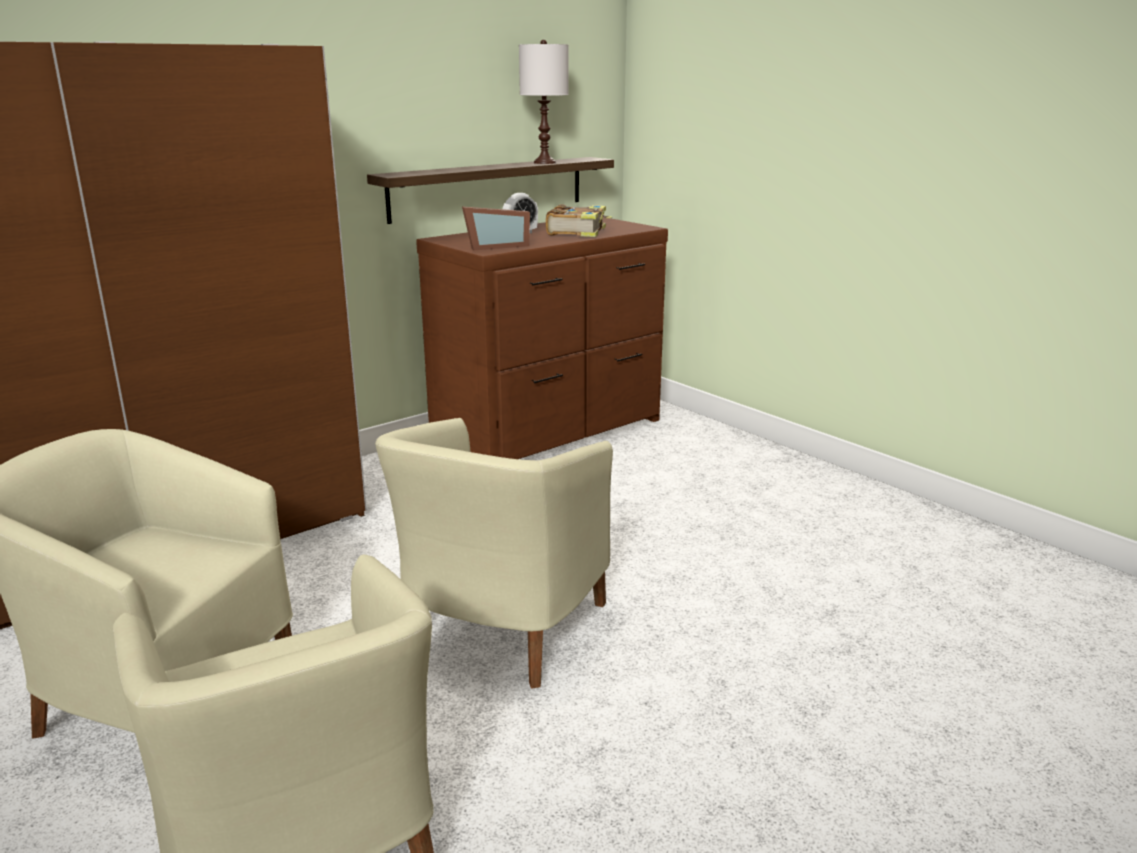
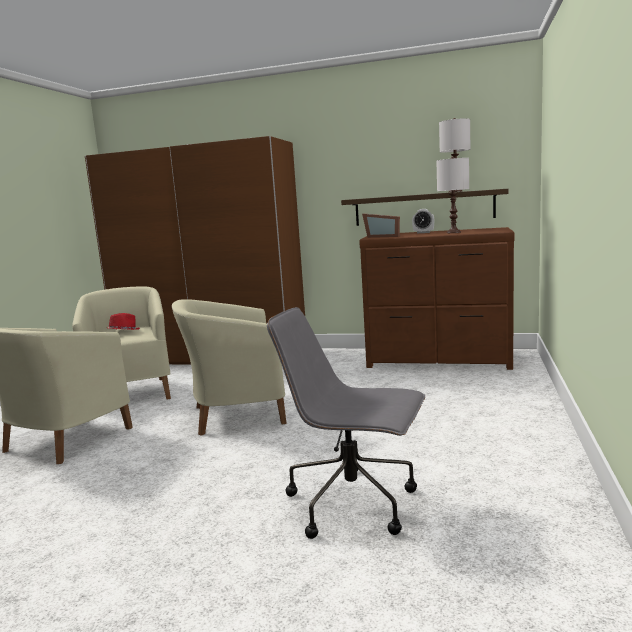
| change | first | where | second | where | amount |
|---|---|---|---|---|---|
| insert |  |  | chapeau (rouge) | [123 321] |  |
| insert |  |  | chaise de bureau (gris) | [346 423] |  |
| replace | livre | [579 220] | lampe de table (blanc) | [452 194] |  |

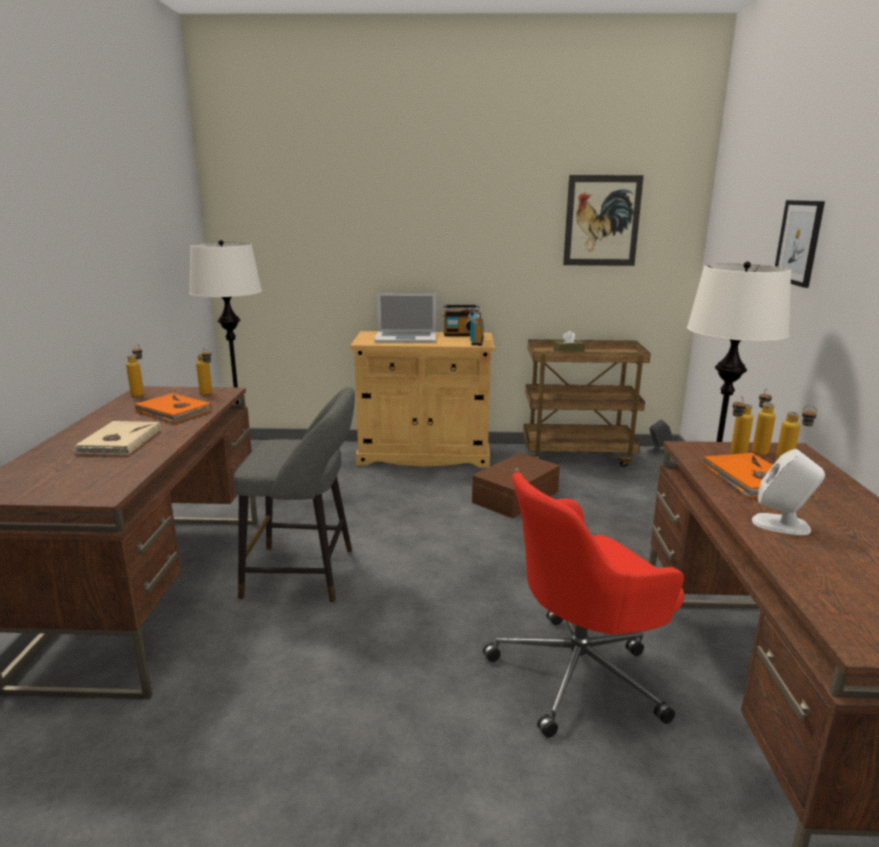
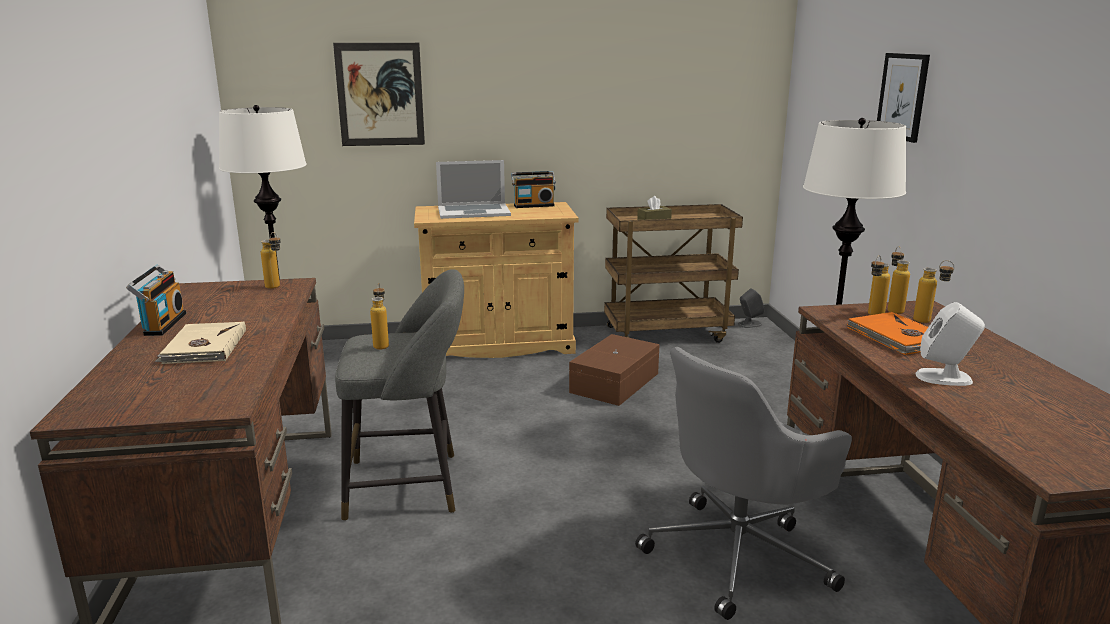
| change | first | where | second | where | amount |
|---|---|---|---|---|---|
| delete | livre (orange) | [173 408] |  |  |  |
| move | bouteille | [135 370] |  | [379 316] |  |
| move | radio | [476 327] |  | [156 300] |  |
| move | tableau | [603 220] |  | [379 94] |  |
| recolor | chaise de bureau (rouge) | [583 605] | chaise de bureau (gris) | [743 483] |  |

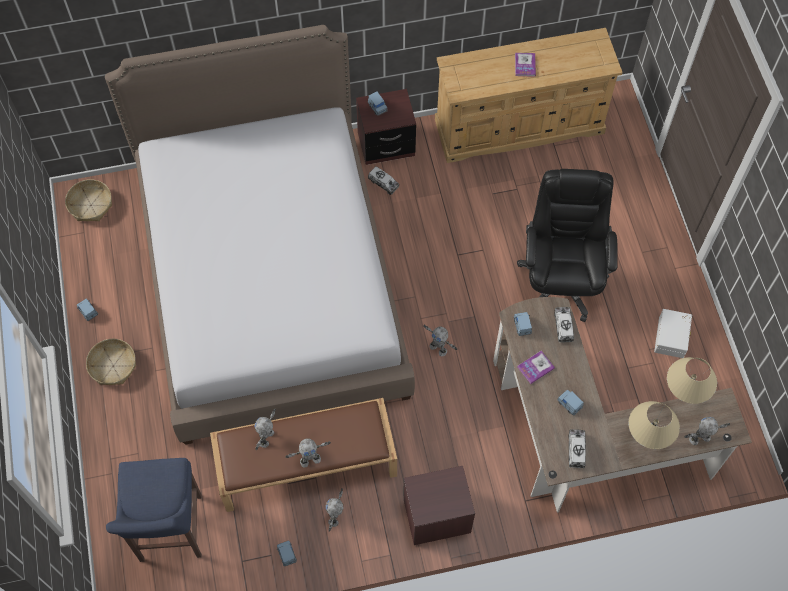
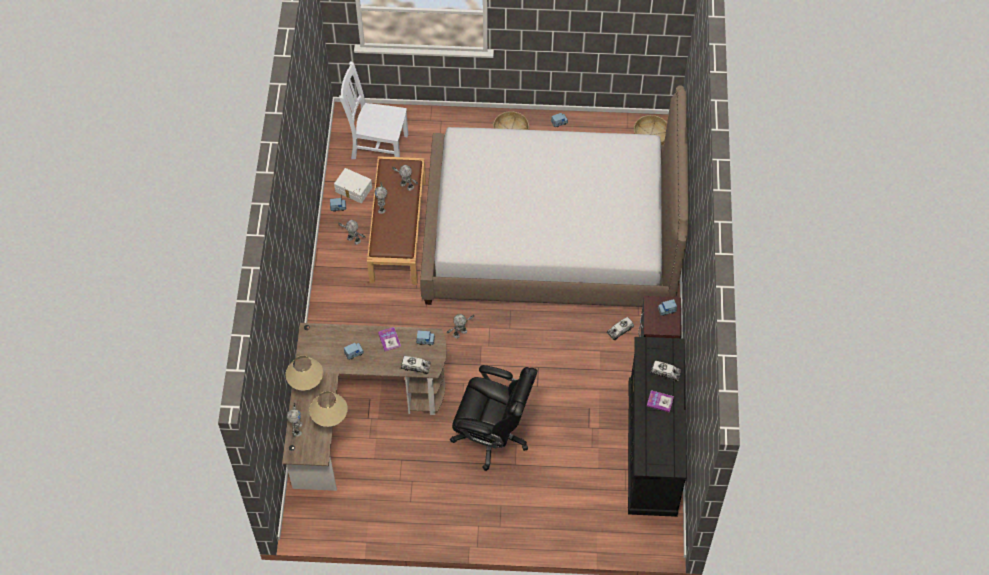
| change | first | where | second | where | amount |
|---|---|---|---|---|---|
| delete | table de chevet (marron) | [439 505] |  |  |  |
| move | camion jouet | [577 448] |  | [666 371] |  |
| move | boîte de rangement (blanc) | [673 333] |  | [353 185] |  |
| replace | tabouret (bleu) | [154 510] | chaise (blanc) | [373 110] |  |
| recolor | commode (beige) | [529 95] | commode (noir) | [657 427] |  |

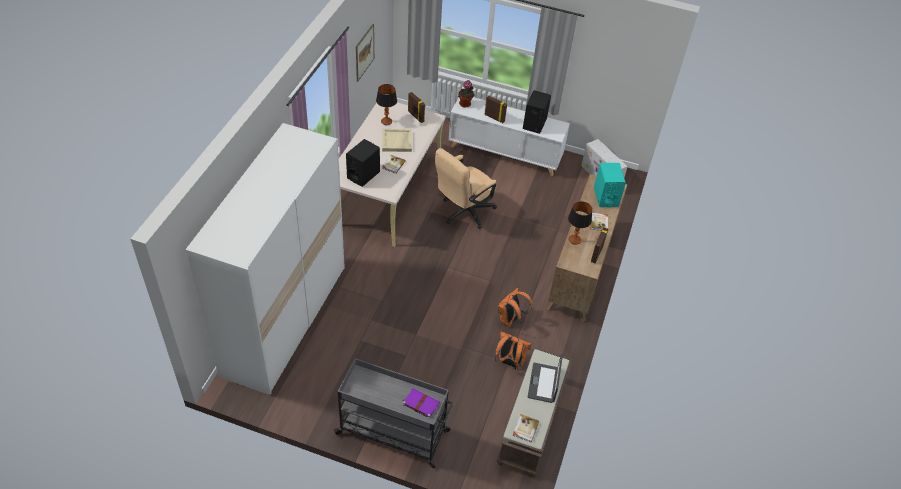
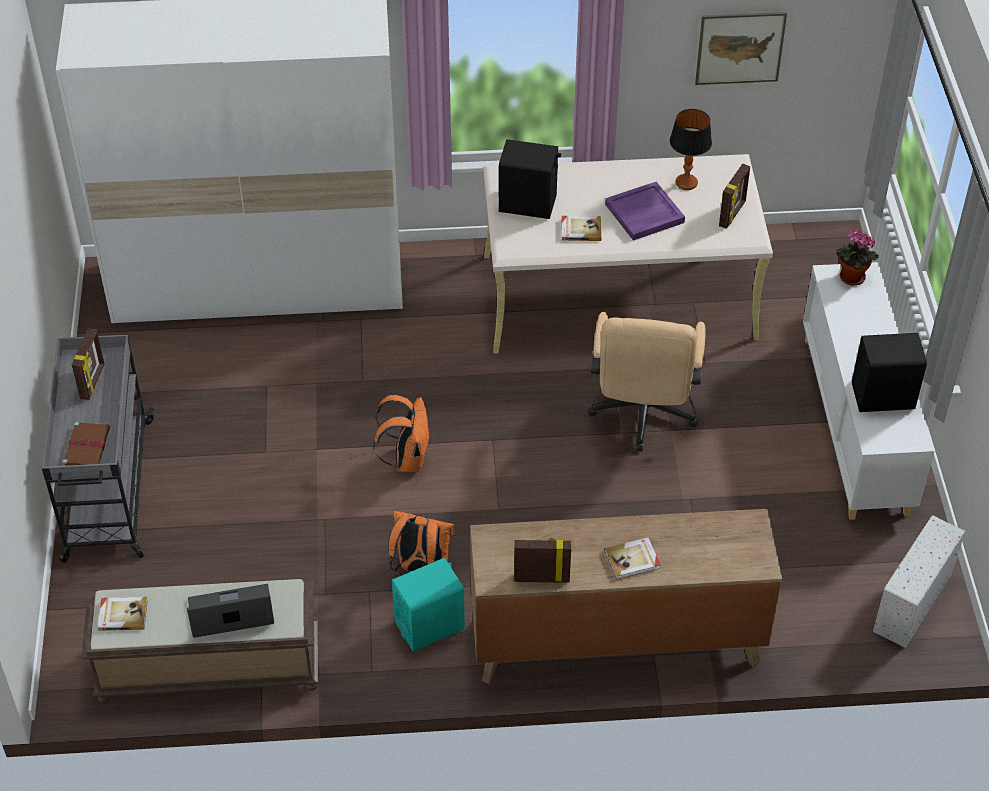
| change | first | where | second | where | amount |
|---|---|---|---|---|---|
| delete | lampe de table | [580 223] |  |  |  |
| move | cadre photo | [495 109] |  | [88 364] |  |
| move | sac à dos (orange) | [513 351] |  | [401 433] |  |
| move | enceinte (turquoise) | [610 185] |  | [428 604] |  |
| recolor | plateau (beige) | [397 140] | plateau (violet) | [645 211] |  |
| recolor | livre (violet) | [421 403] | livre (marron) | [86 444] |  |
| rotate | chaise de bureau (beige) | [466 188] |  | [647 381] | 105 degrees counterclockwise |

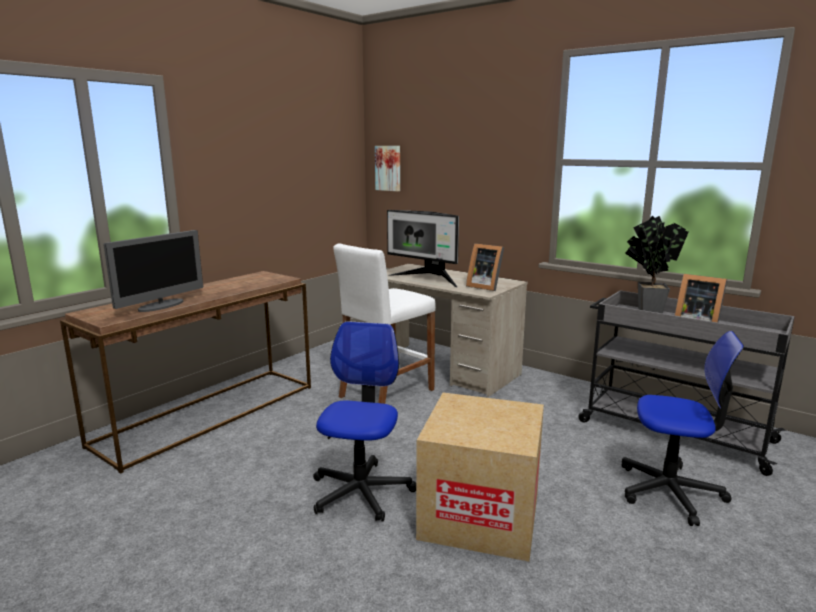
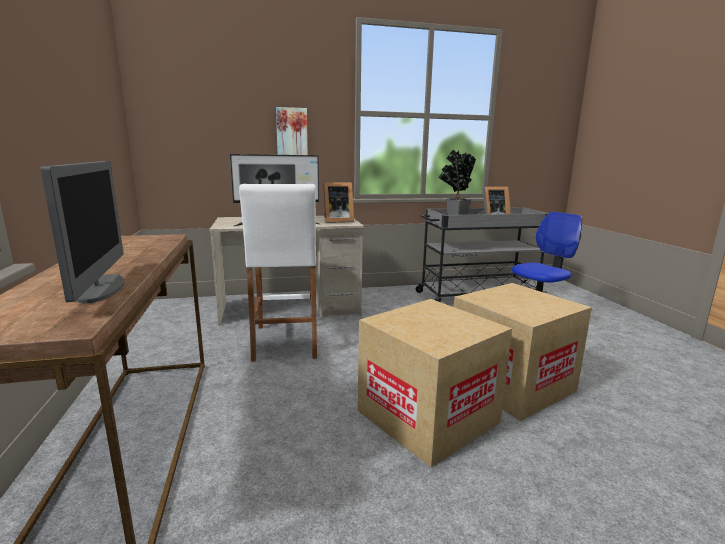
| change | first | where | second | where | amount |
|---|---|---|---|---|---|
| move | tableau | [387 168] |  | [292 131] |  |
| replace | chaise de bureau | [364 421] | carton | [435 383] |  |

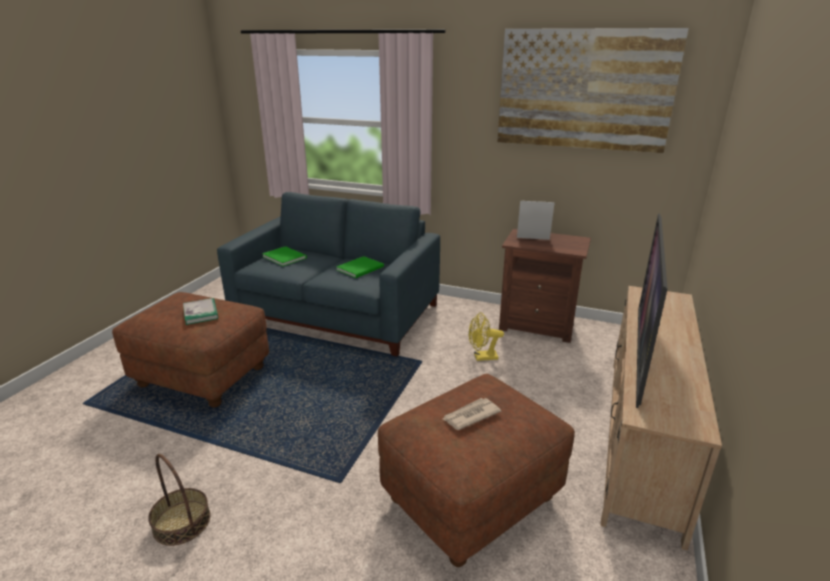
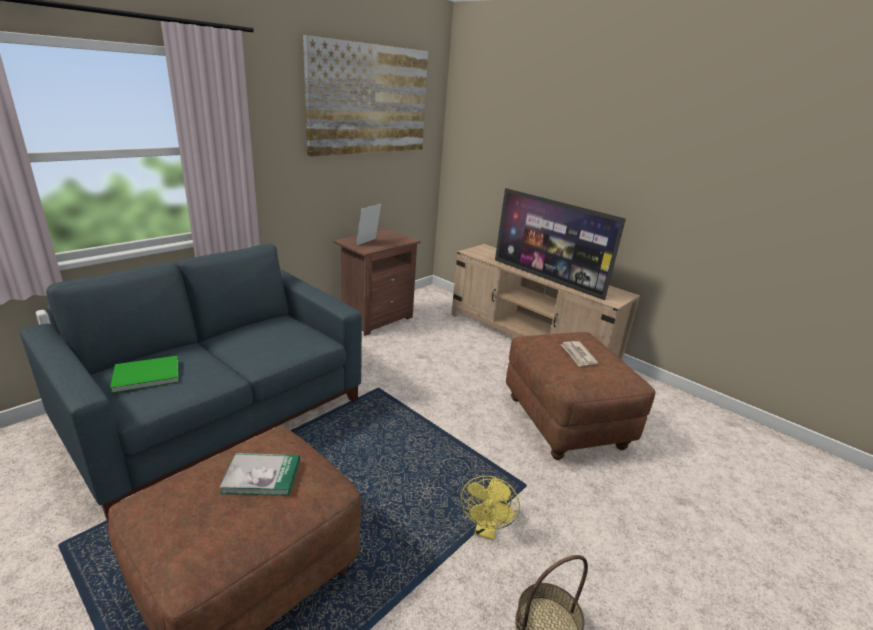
| change | first | where | second | where | amount |
|---|---|---|---|---|---|
| delete | livre (vert) | [360 267] |  |  |  |
| move | ventilateur (jaune) | [486 336] |  | [490 508] |  |

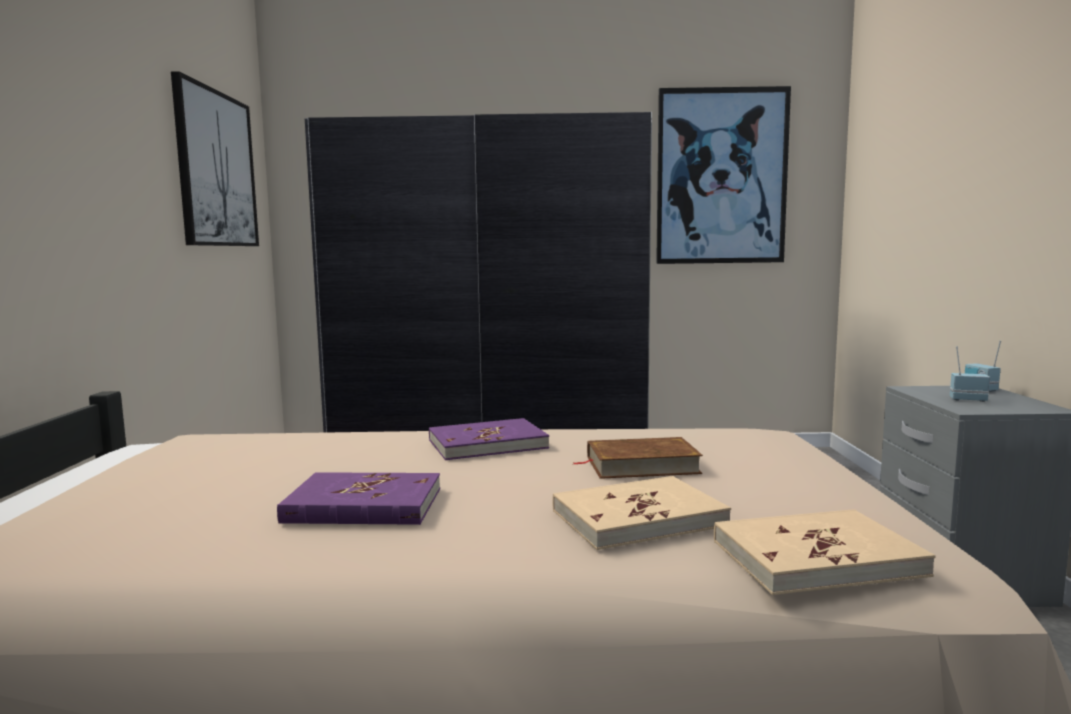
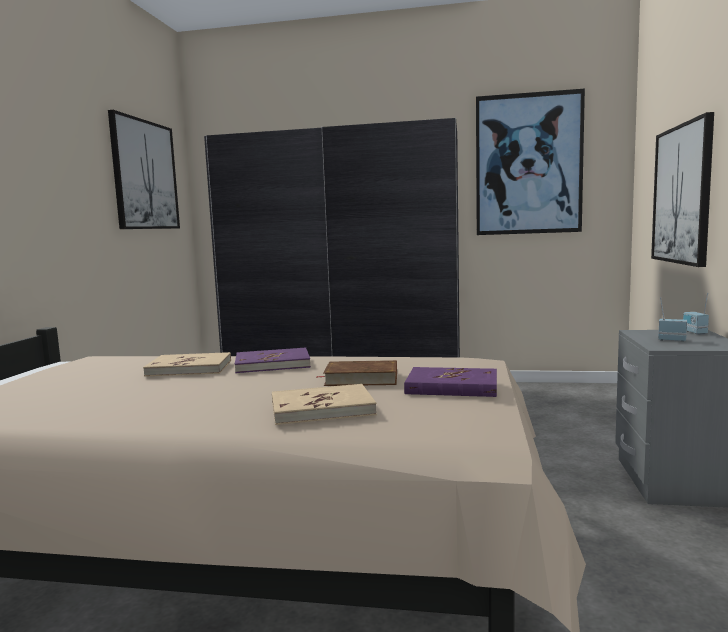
| change | first | where | second | where | amount |
|---|---|---|---|---|---|
| insert |  |  | tableau | [682 189] |  |
| move | livre (violet) | [358 498] |  | [450 382] |  |
| move | livre (beige) | [825 552] |  | [187 364] |  |

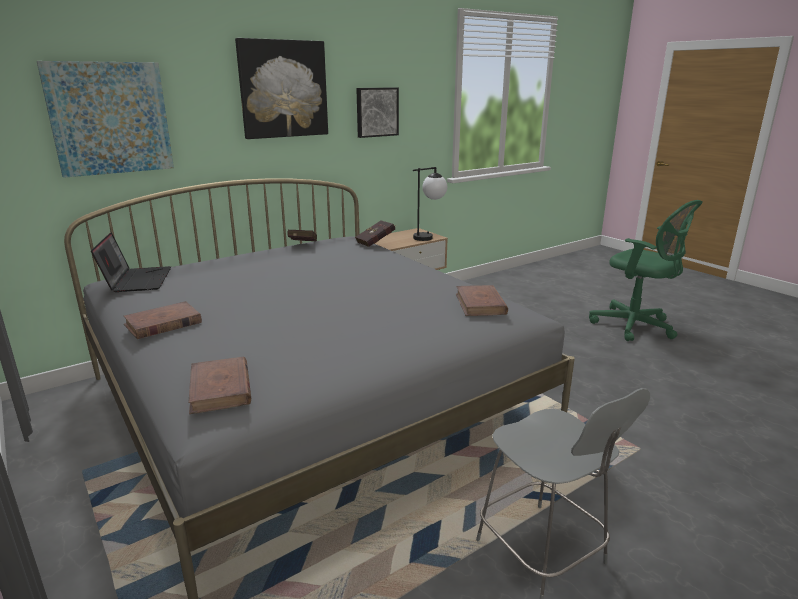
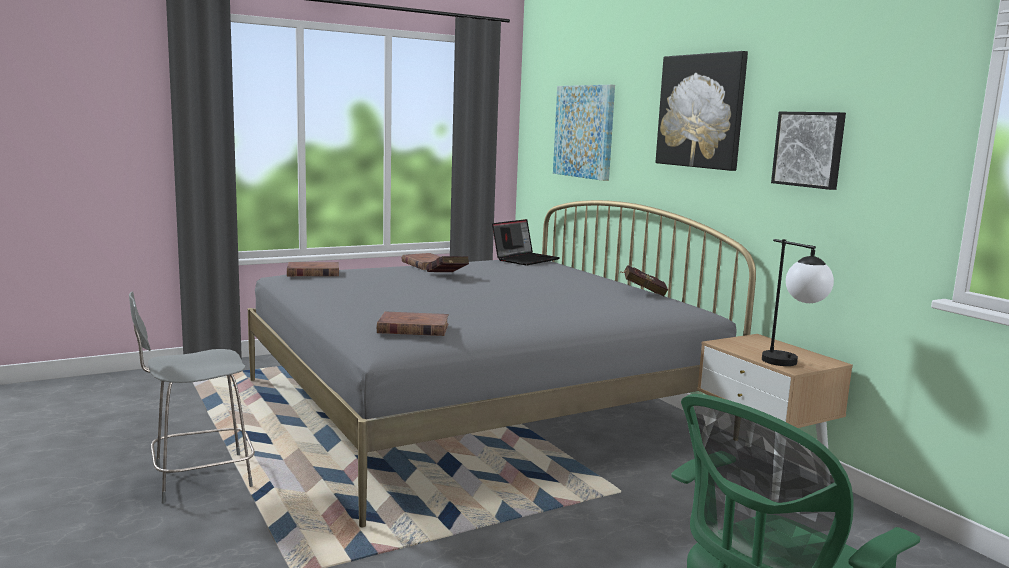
| change | first | where | second | where | amount |
|---|---|---|---|---|---|
| move | livre (rouge) | [375 233] |  | [447 264] |  |
| rotate | ordinateur portable | [131 262] |  | [526 242] | 45 degrees counterclockwise |

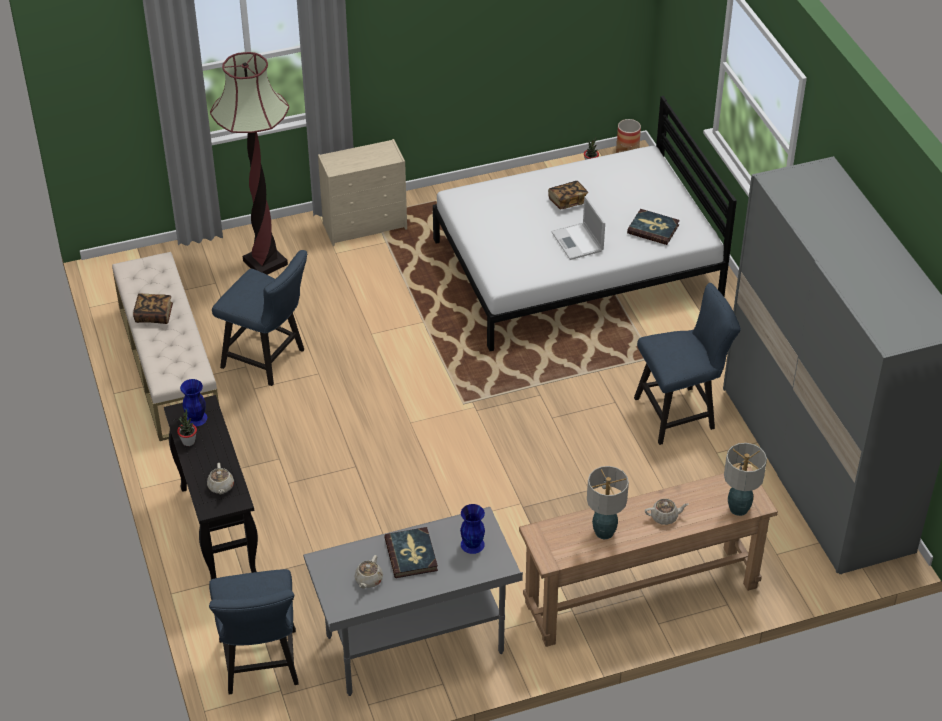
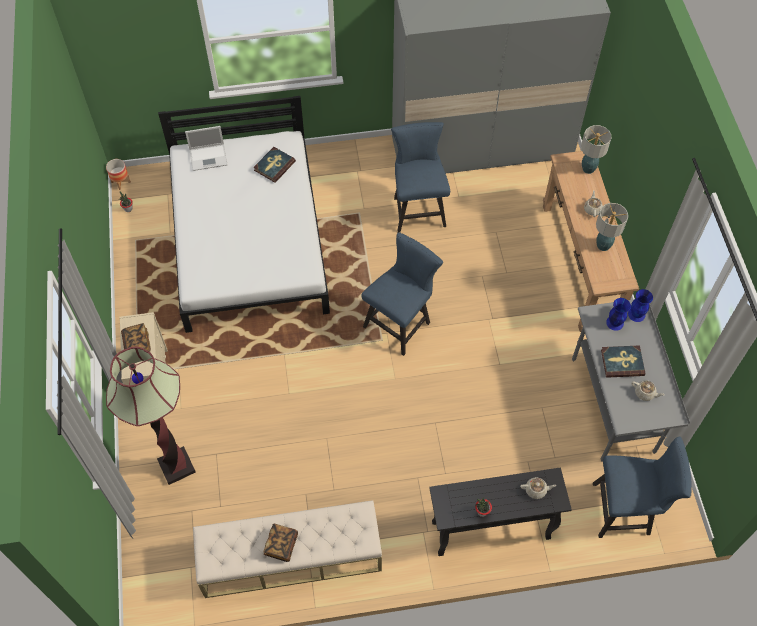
| change | first | where | second | where | amount |
|---|---|---|---|---|---|
| move | vase (bleu) | [193 402] |  | [640 305] |  |
| move | chaise (bleu) | [260 318] |  | [402 294] |  |
| move | livre | [568 195] |  | [136 337] |  |
| move | ordinateur portable | [578 228] |  | [206 148] |  |

